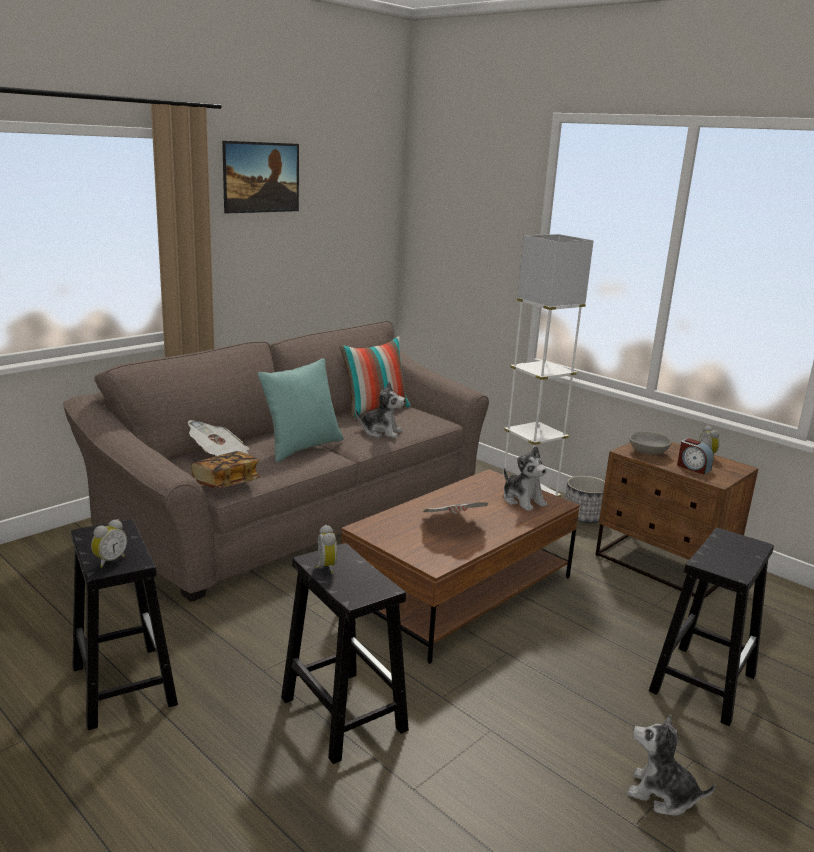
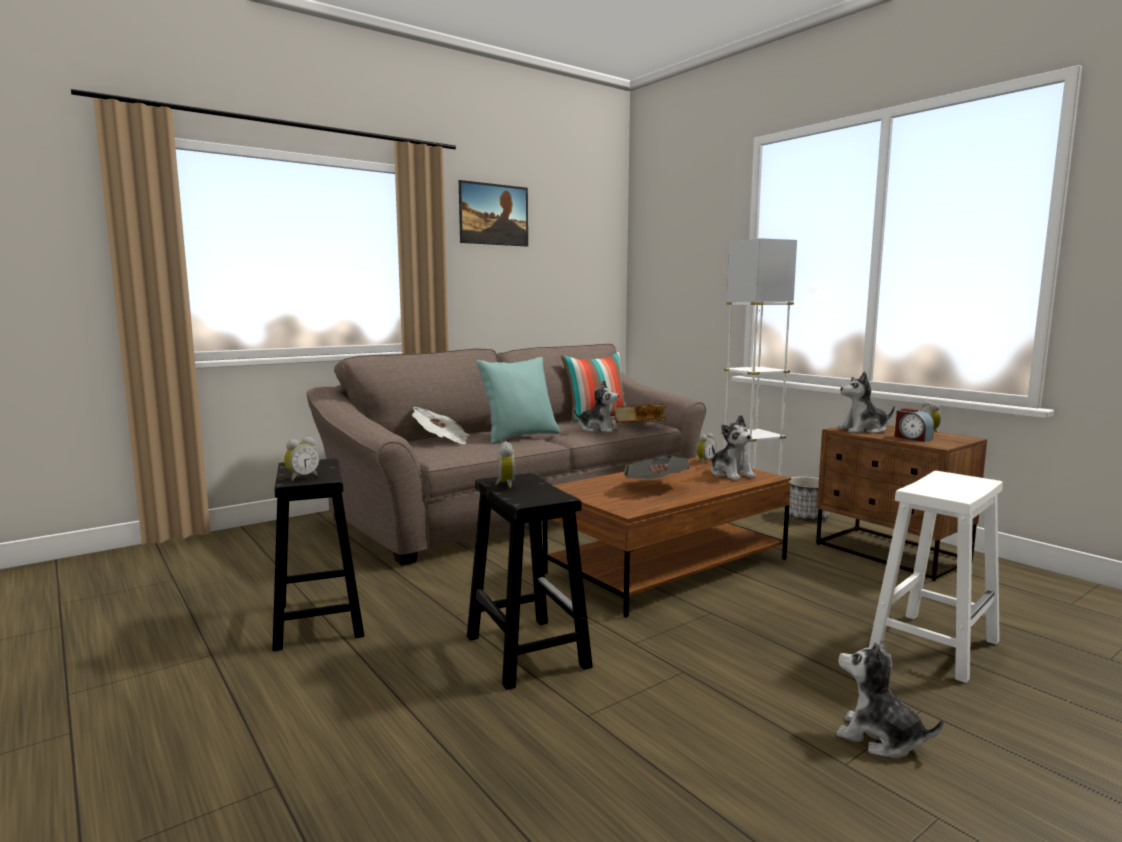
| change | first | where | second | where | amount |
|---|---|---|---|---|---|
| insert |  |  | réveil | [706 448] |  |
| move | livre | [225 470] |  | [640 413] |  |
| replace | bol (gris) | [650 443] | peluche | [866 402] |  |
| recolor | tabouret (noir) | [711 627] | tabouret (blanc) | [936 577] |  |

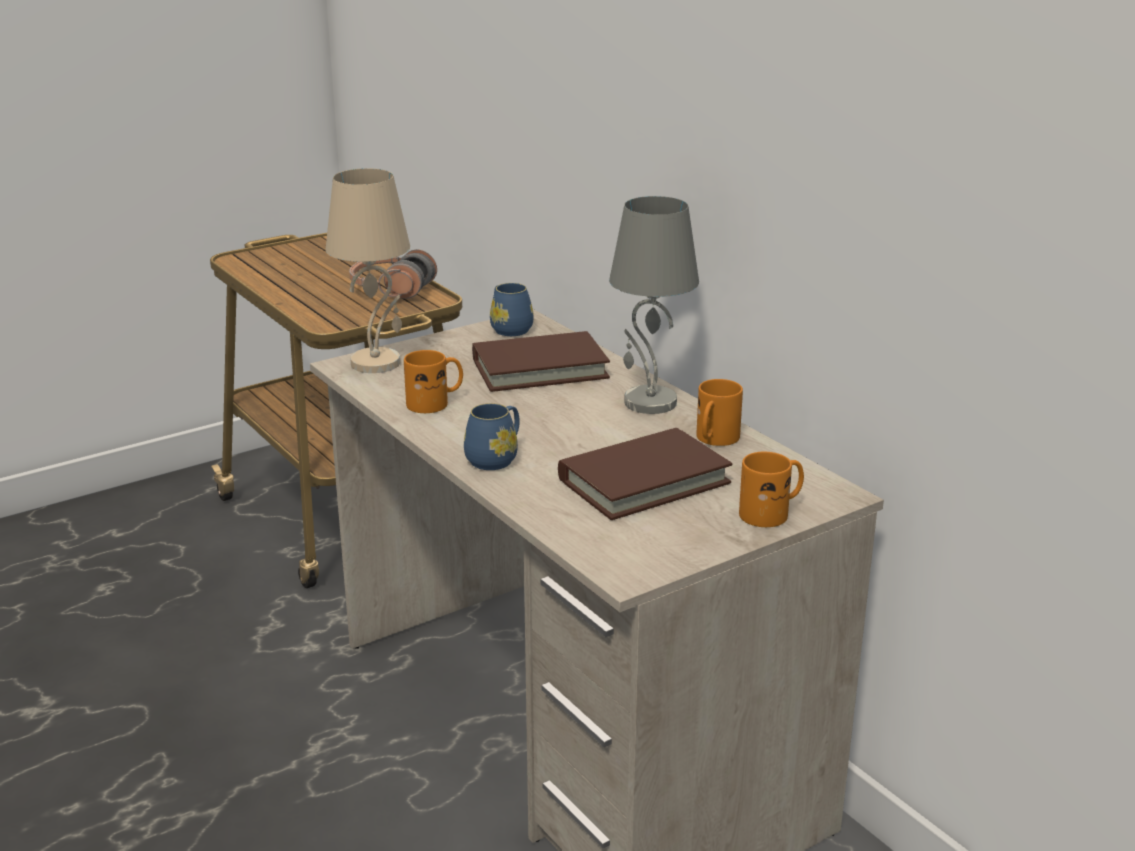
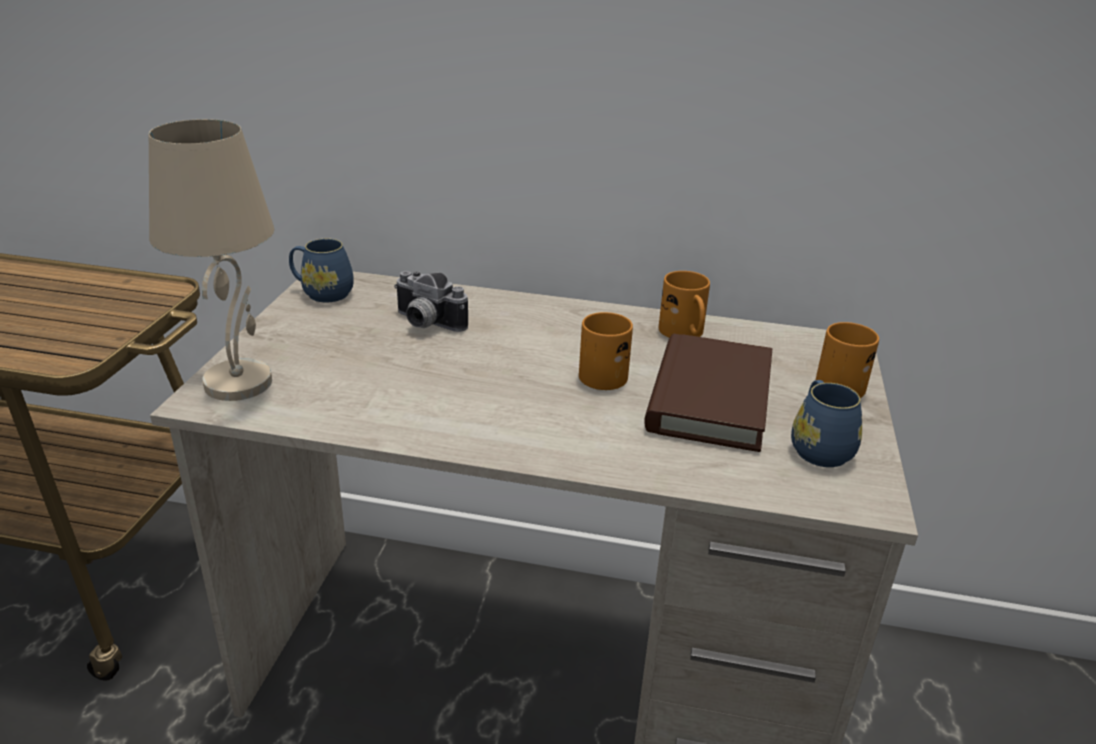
| change | first | where | second | where | amount |
|---|---|---|---|---|---|
| delete | casque audio | [393 274] |  |  |  |
| delete | lampe de table (gris) | [654 305] |  |  |  |
| move | mug (orange) | [433 381] |  | [606 351] |  |
| move | mug (bleu) | [492 436] |  | [826 423] |  |
| replace | livre (marron) | [541 361] | appareil photo | [431 301] |  |

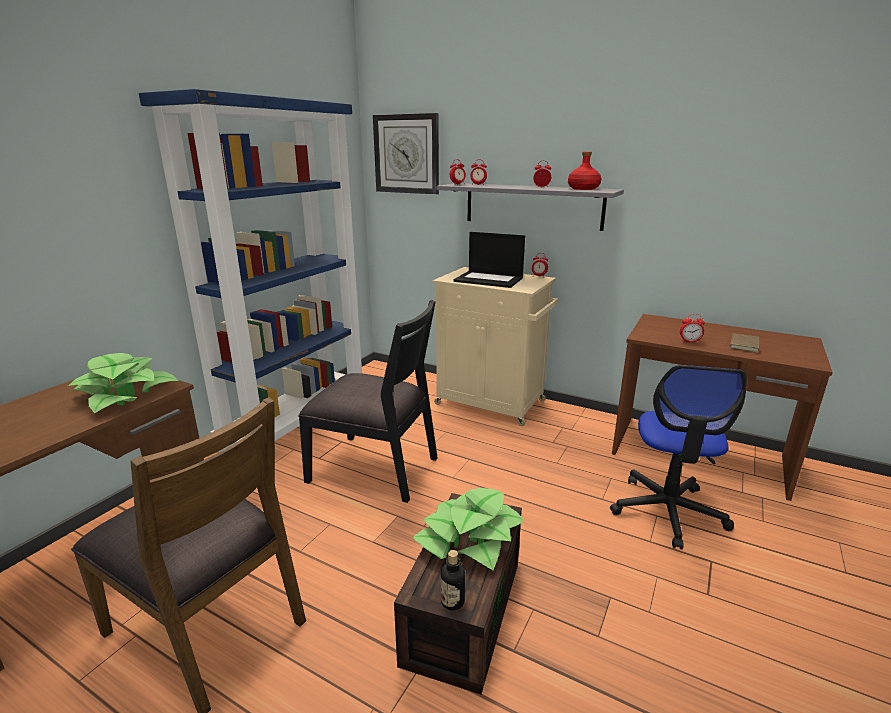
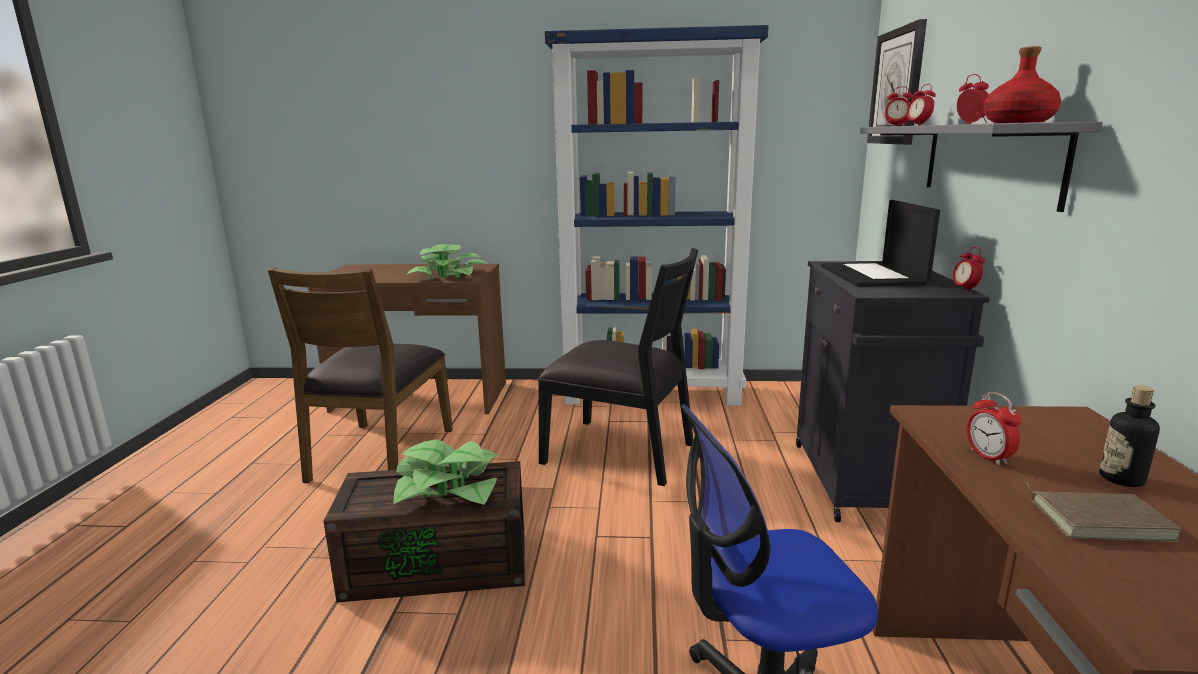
| change | first | where | second | where | amount |
|---|---|---|---|---|---|
| move | bouteille | [453 580] |  | [1129 436] |  |
| recolor | meuble de rangement (beige) | [495 346] | meuble de rangement (noir) | [893 391] |  |
| rotate | chaise (noir) | [368 401] |  | [618 367] | 60 degrees counterclockwise |

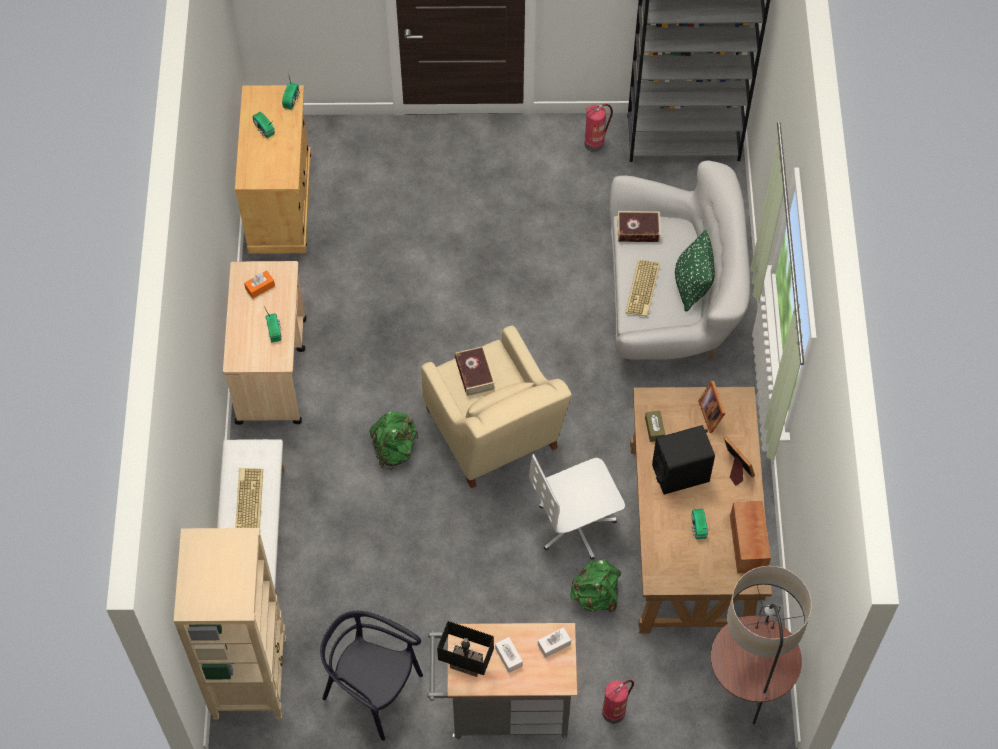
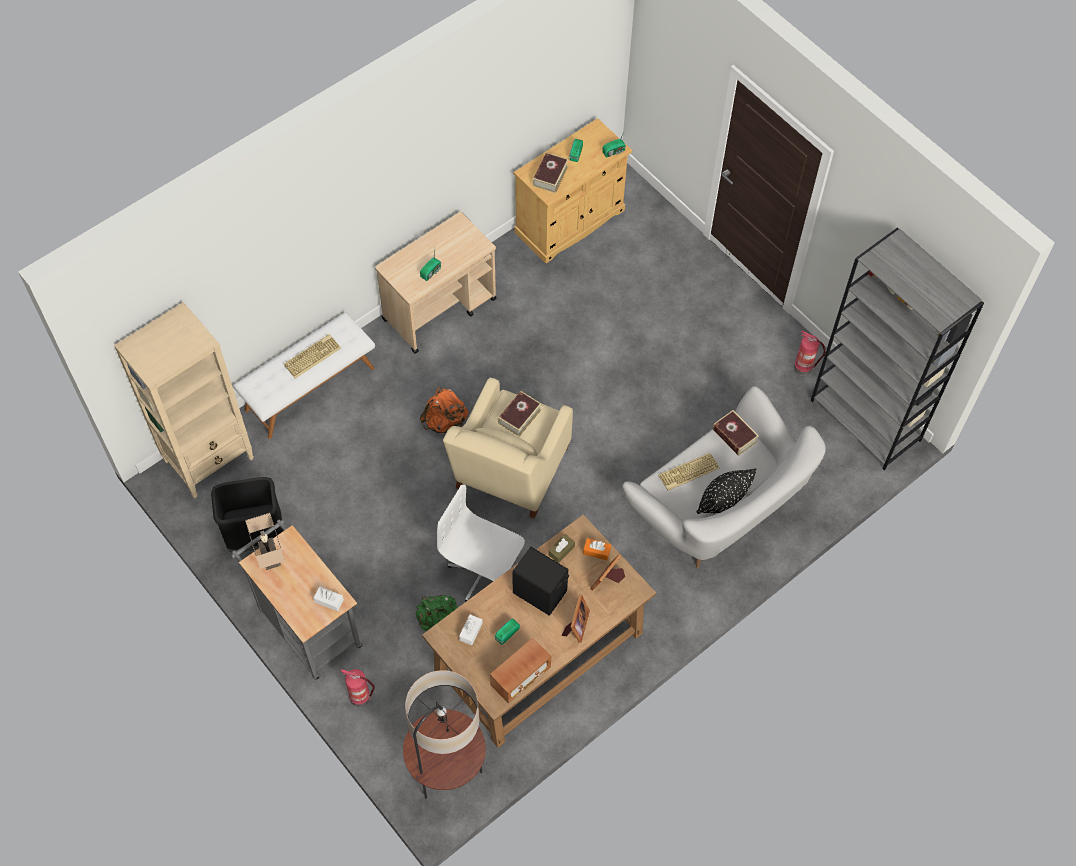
| change | first | where | second | where | amount |
|---|---|---|---|---|---|
| insert |  |  | livre | [550 172] |  |
| move | boîte à mouchoirs (orange) | [259 284] |  | [597 549] |  |
| move | boîte à mouchoirs (blanc) | [509 655] |  | [471 629] |  |
| replace | chaise (noir) | [371 675] | poubelle (noir) | [247 514] |  |
| recolor | sac à dos (vert) | [393 440] | sac à dos (orange) | [444 410] |  |
| recolor | lampe de table (noir) | [465 649] | lampe de table (beige) | [265 541] |  |
| recolor | coussin (vert) | [695 271] | coussin (noir) | [726 491] |  |

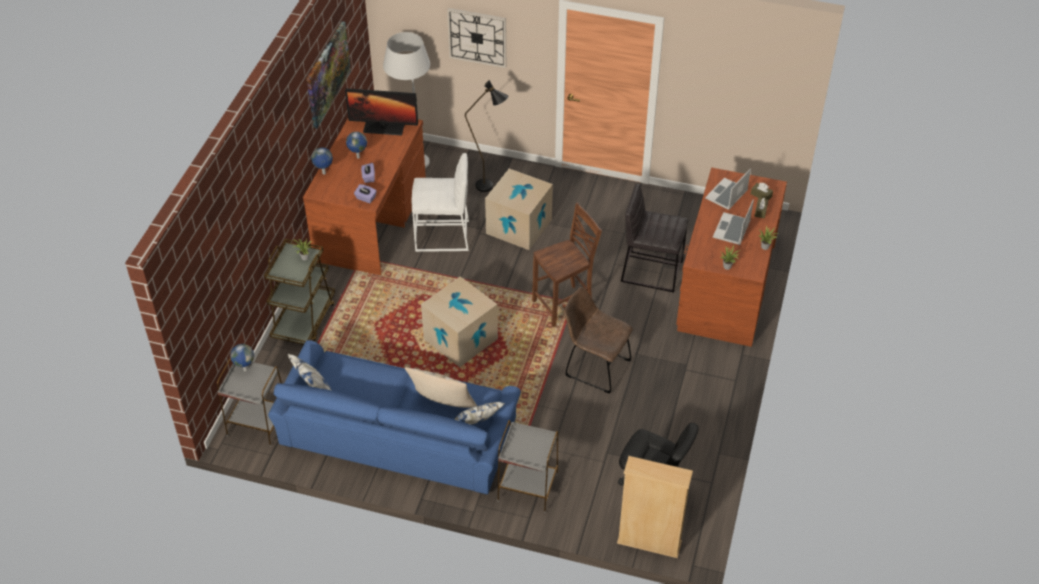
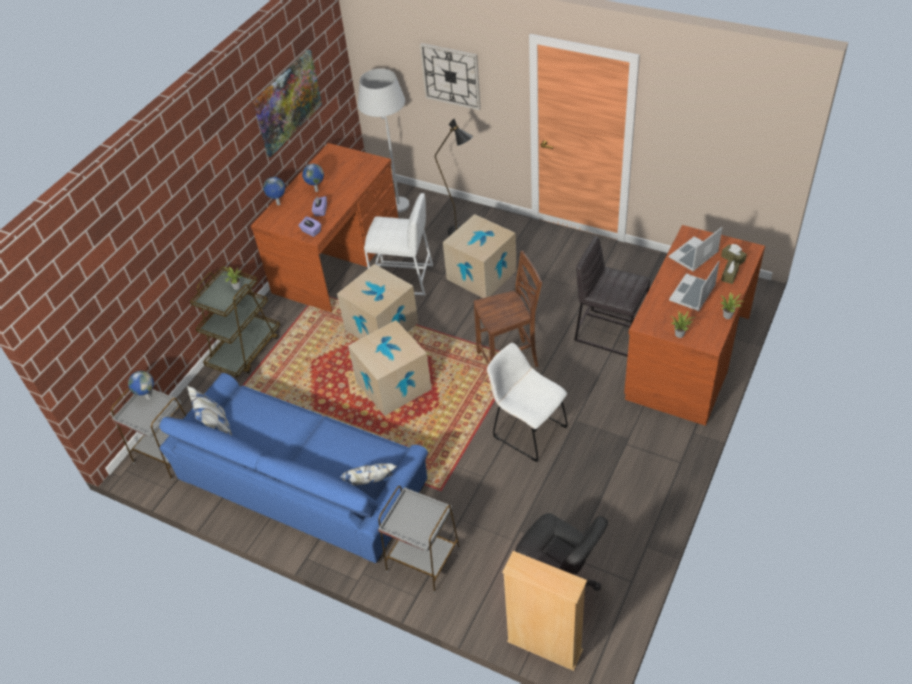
| change | first | where | second | where | amount |
|---|---|---|---|---|---|
| delete | écran d'ordinateur | [381 112] |  |  |  |
| delete | coussin (beige) | [441 387] |  |  |  |
| insert |  |  | carton | [377 301] |  |
| recolor | chaise (marron) | [598 340] | chaise (blanc) | [527 402] |  |

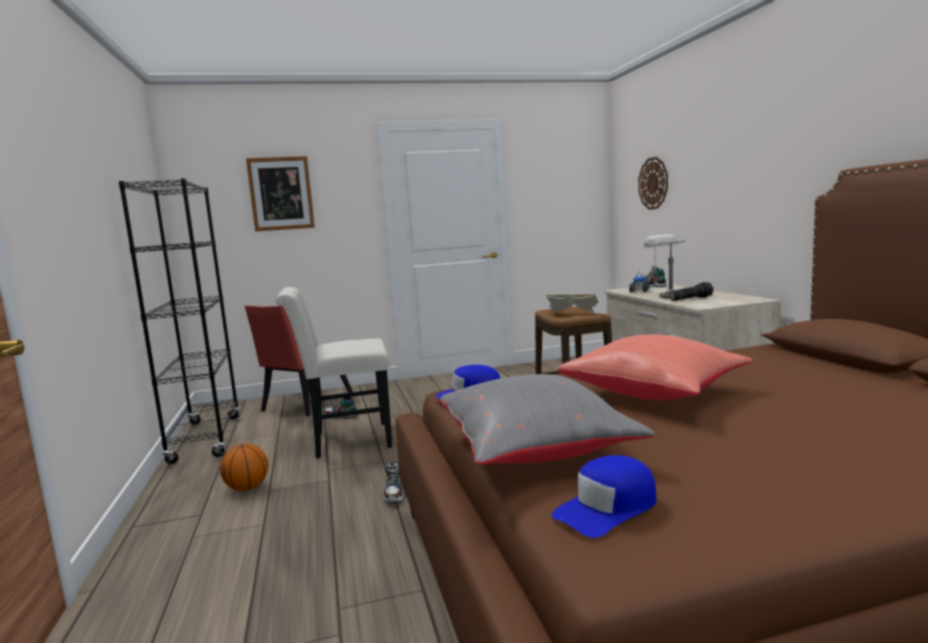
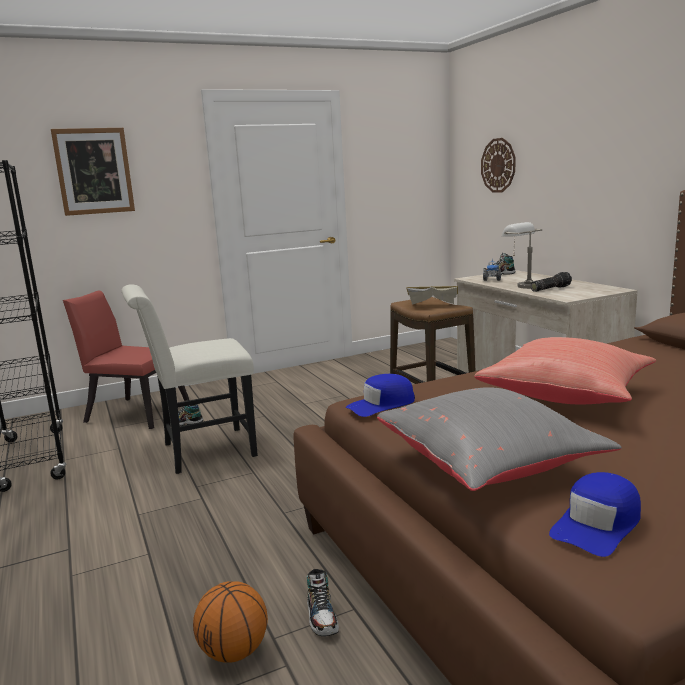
| change | first | where | second | where | amount |
|---|---|---|---|---|---|
| move | ballon de basket | [244 467] |  | [230 621] |  |
| move | chaussure | [393 482] |  | [323 602] |  |
| rotate | chaise (rouge) | [299 361] |  | [126 360] | 90 degrees clockwise |

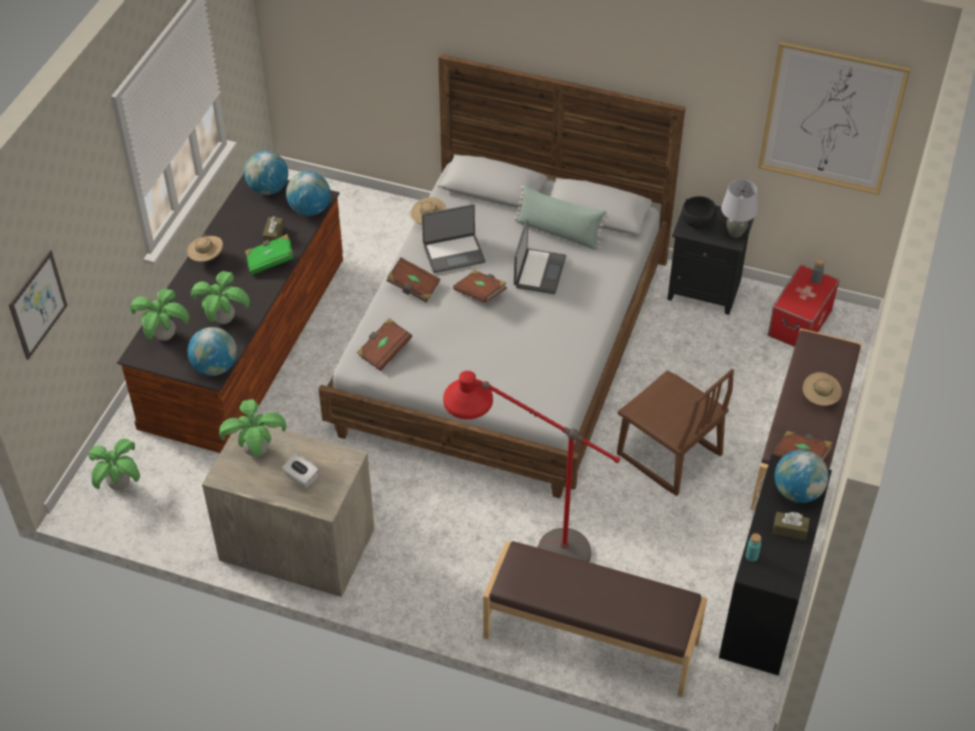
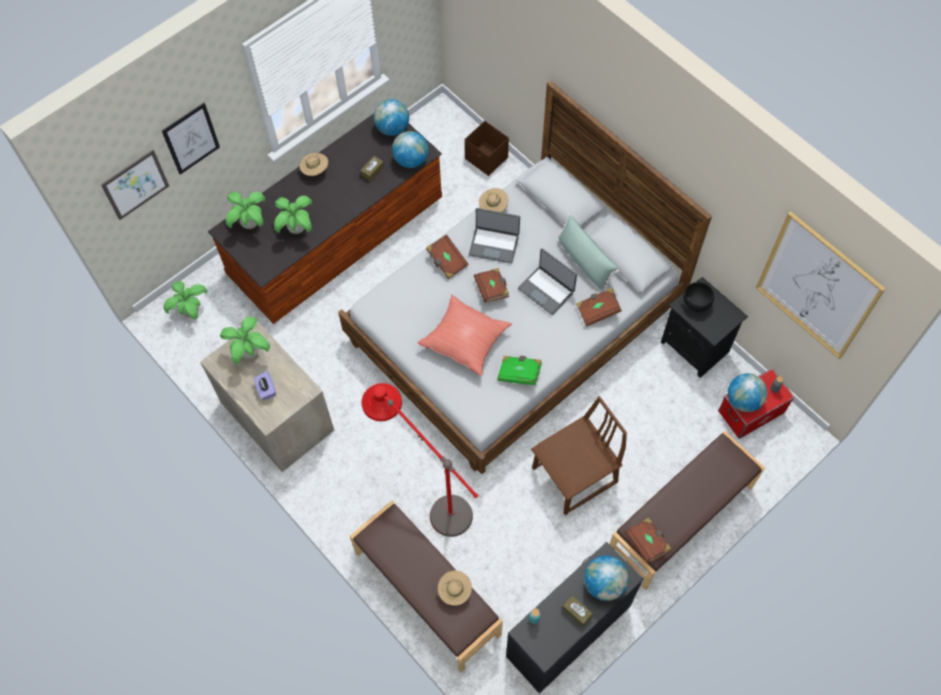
| change | first | where | second | where | amount |
|---|---|---|---|---|---|
| delete | lampe de table (gris) | [739 208] |  |  |  |
| insert |  |  | tableau | [191 139] |  |
| insert |  |  | coussin (rouge) | [465 335] |  |
| insert |  |  | boîte de rangement (marron) | [487 148] |  |
| move | globe | [212 351] |  | [748 392] |  |
| move | livre (vert) | [269 254] |  | [519 370] |  |
| move | livre (marron) | [384 344] |  | [599 307] |  |
| move | chapeau (beige) | [822 389] |  | [455 588] |  |
| recolor | boîte à mouchoirs (blanc) | [300 470] | boîte à mouchoirs (violet) | [265 385] |  |
| rotate | ordinateur portable | [540 256] |  | [547 281] | 90 degrees clockwise |
| rotate | chaise (marron) | [675 432] |  | [579 455] | 105 degrees counterclockwise |

